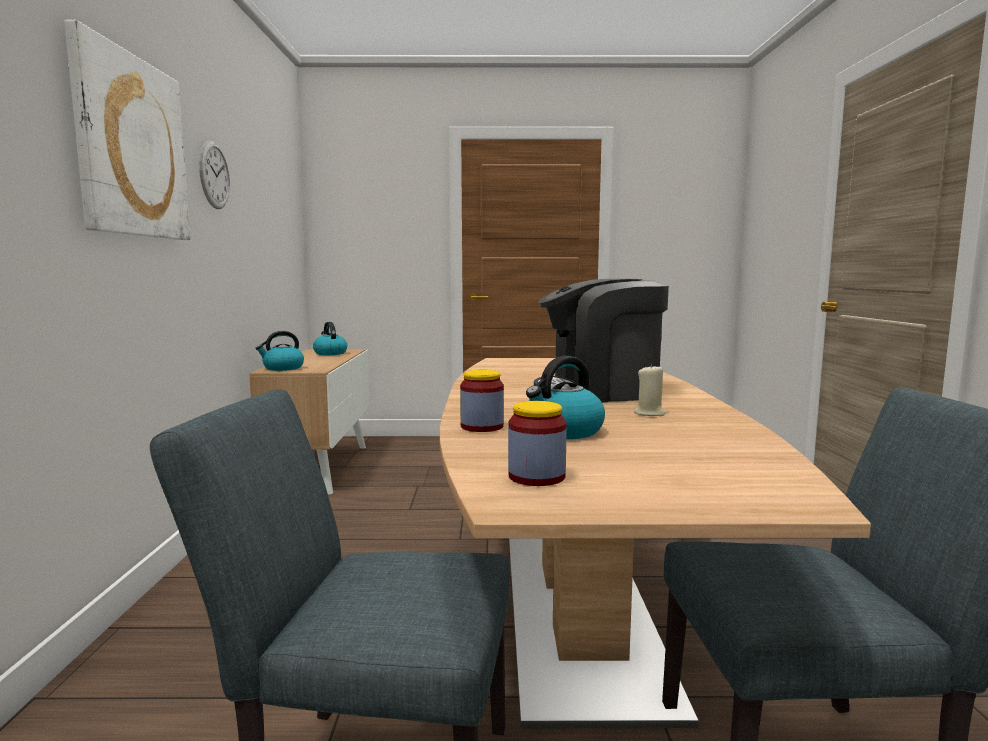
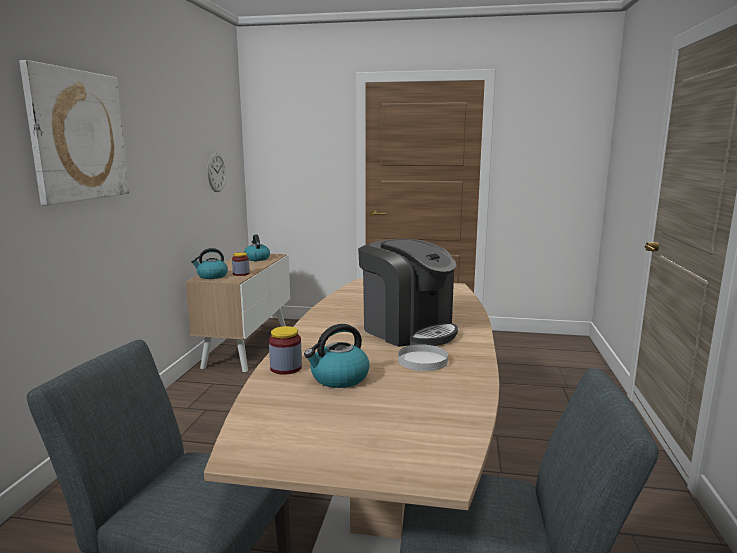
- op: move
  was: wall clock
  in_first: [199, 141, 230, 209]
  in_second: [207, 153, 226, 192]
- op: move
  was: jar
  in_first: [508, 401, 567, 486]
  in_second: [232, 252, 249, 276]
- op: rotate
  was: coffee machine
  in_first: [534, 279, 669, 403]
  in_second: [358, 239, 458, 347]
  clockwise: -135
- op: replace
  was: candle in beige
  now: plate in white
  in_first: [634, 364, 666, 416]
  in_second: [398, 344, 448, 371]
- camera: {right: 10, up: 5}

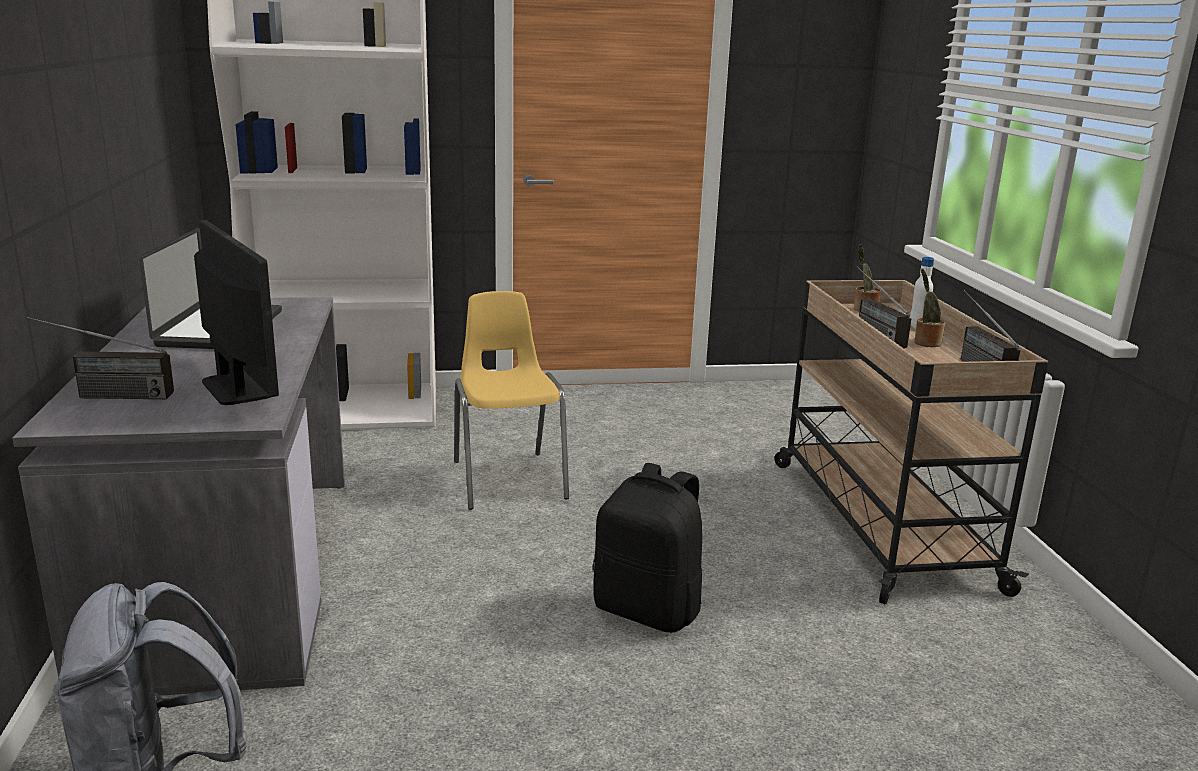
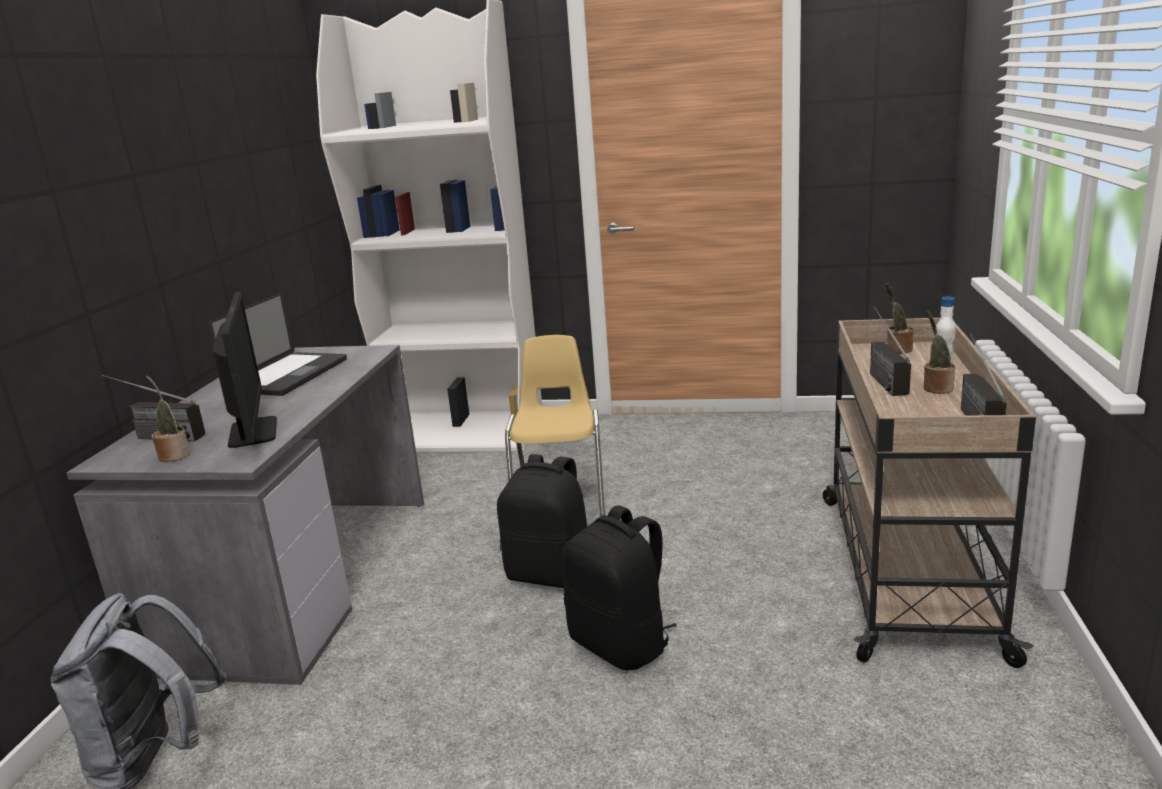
- op: insert
  now: potted plant
  in_second: [146, 375, 190, 462]
- op: insert
  now: backpack in black
  in_second: [497, 454, 587, 588]
- camera: {right: 20, up: 0}

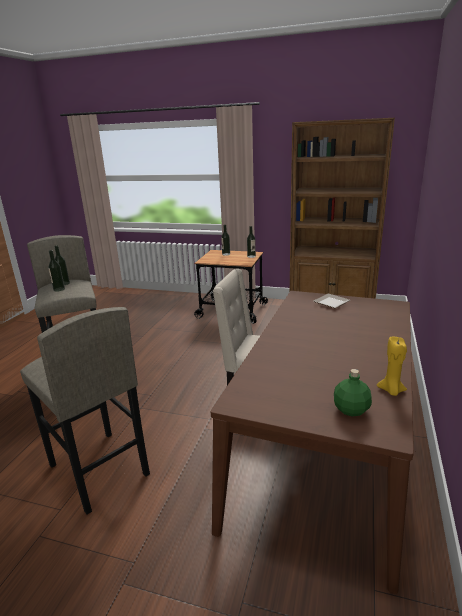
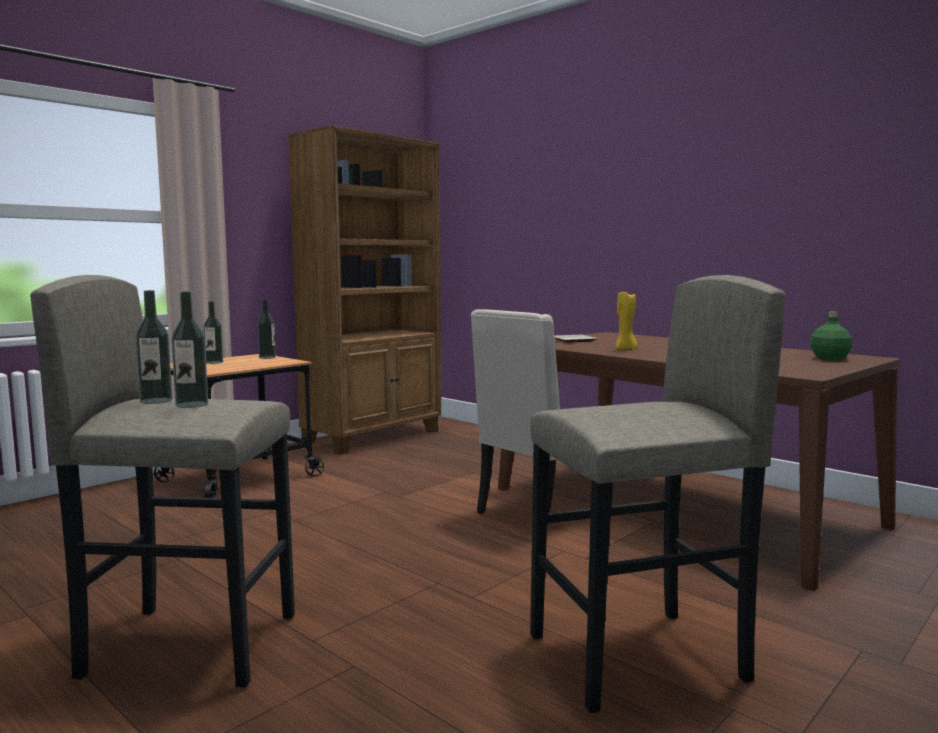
- op: move
  was: candle in yellow
  in_first: [377, 337, 407, 396]
  in_second: [616, 292, 638, 349]
- camera: {right: -65, up: -15}

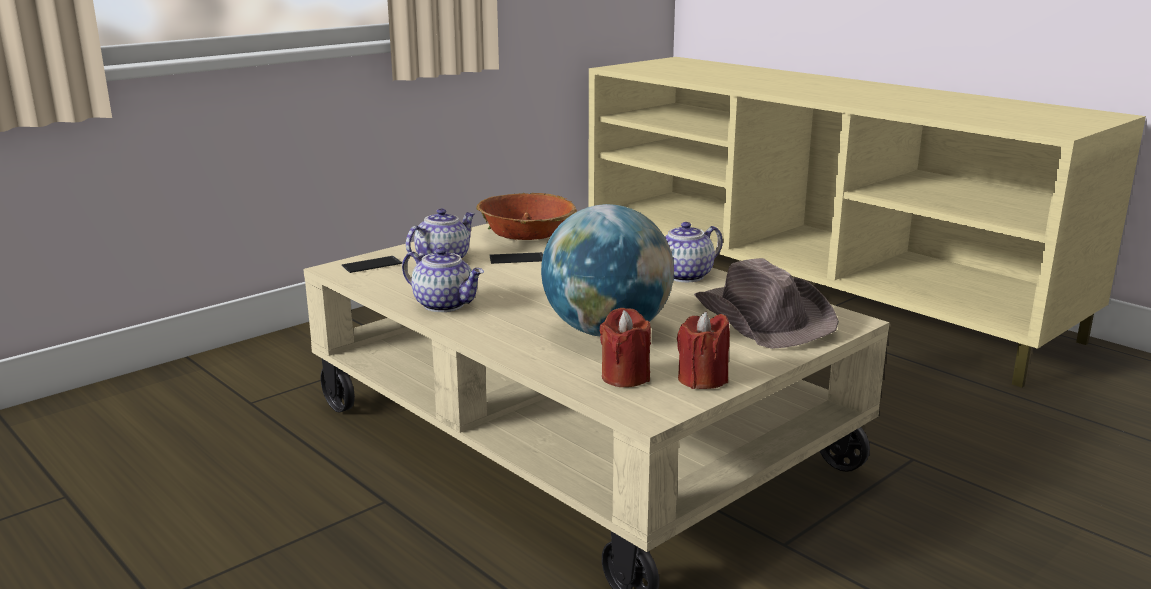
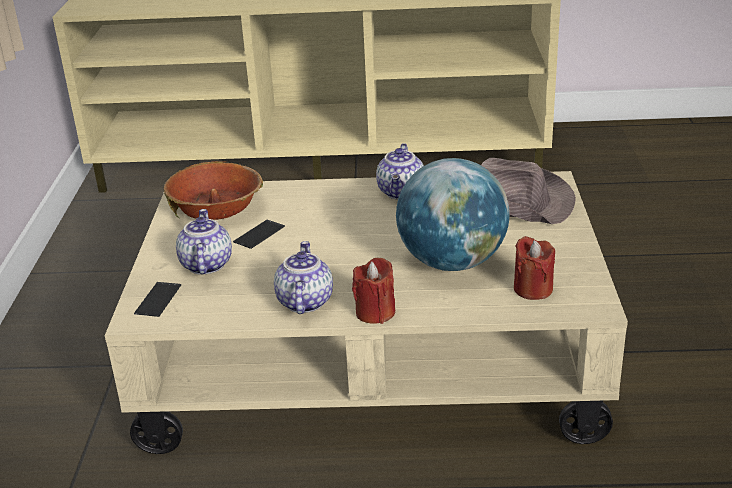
- op: rotate
  was: teapot
  in_first: [402, 247, 484, 312]
  in_second: [274, 241, 333, 314]
  clockwise: -75
- op: move
  was: candle in red
  in_first: [677, 311, 730, 389]
  in_second: [352, 258, 395, 324]
- camera: {right: -45, up: 10}

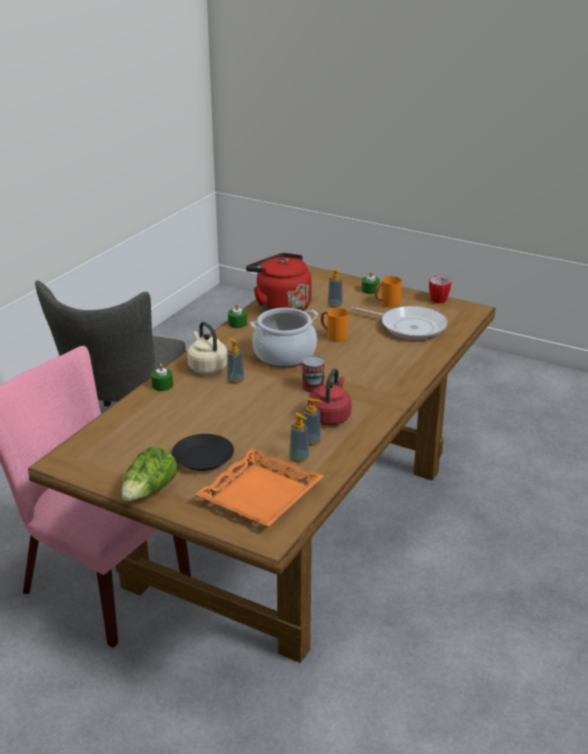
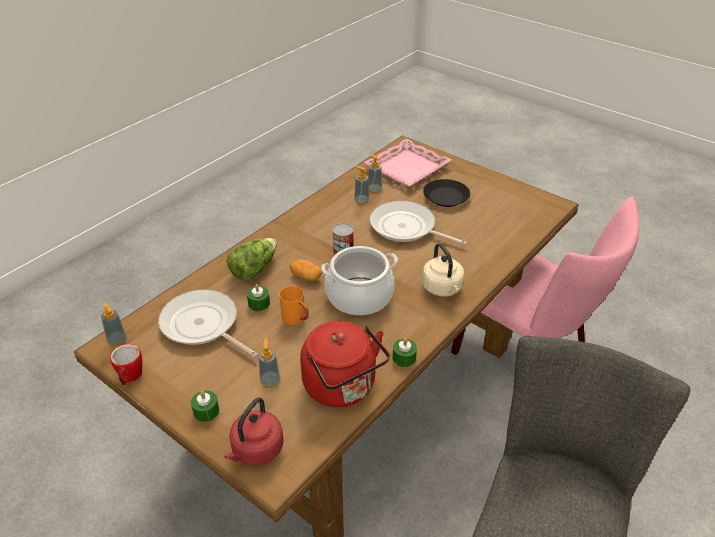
- op: move
  was: lettuce
  in_first: [122, 447, 177, 501]
  in_second: [227, 238, 277, 280]
- op: move
  was: candle in green
  in_first: [151, 363, 173, 391]
  in_second: [247, 284, 270, 311]
- op: recolor
  was: tray in orange
  now: tray in pink
  in_first: [195, 448, 324, 527]
  in_second: [363, 139, 452, 187]
- op: move
  was: soap dispenser
  in_first: [227, 338, 244, 384]
  in_second: [101, 302, 127, 347]
- op: move
  was: kettle in red
  in_first: [308, 368, 352, 425]
  in_second: [224, 397, 284, 465]
- op: delete
  was: mug in orange
  in_first: [375, 276, 402, 308]
- op: insert
  now: potato
  in_second: [290, 259, 322, 281]
- op: insert
  now: frying pan
  in_second: [370, 201, 467, 245]
- camera: {right: -170, up: 10}

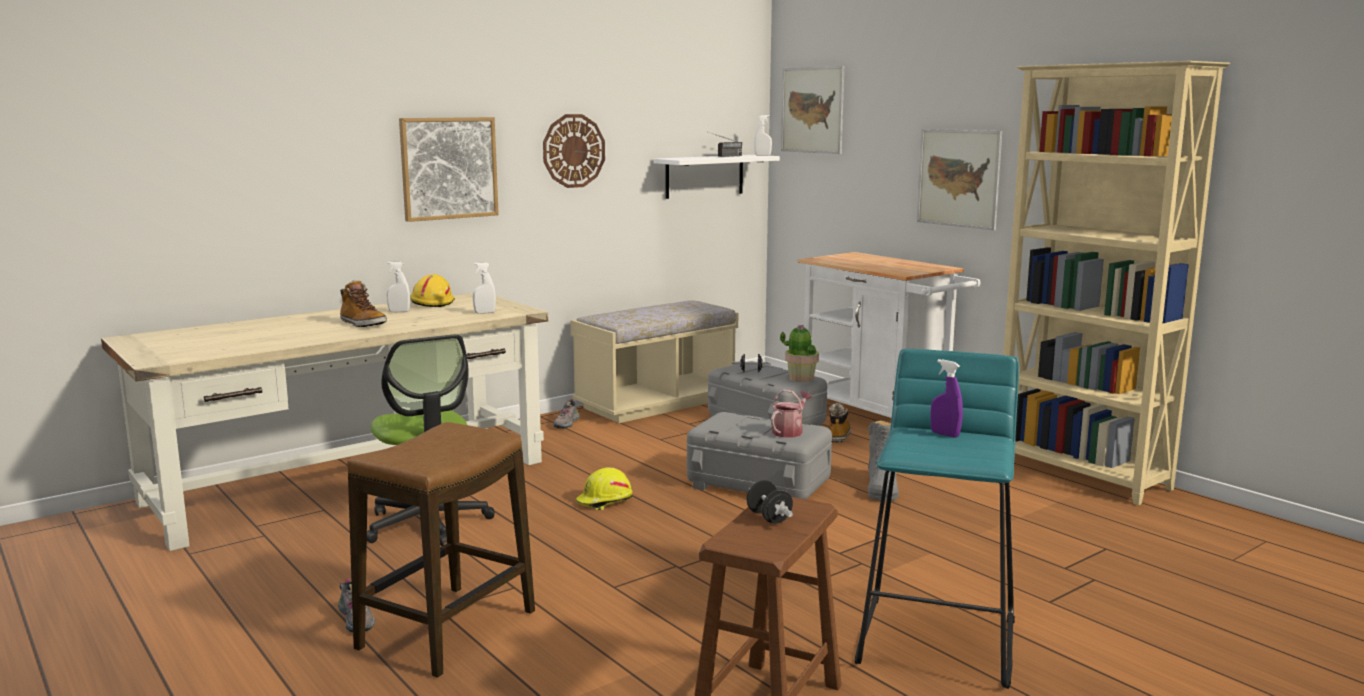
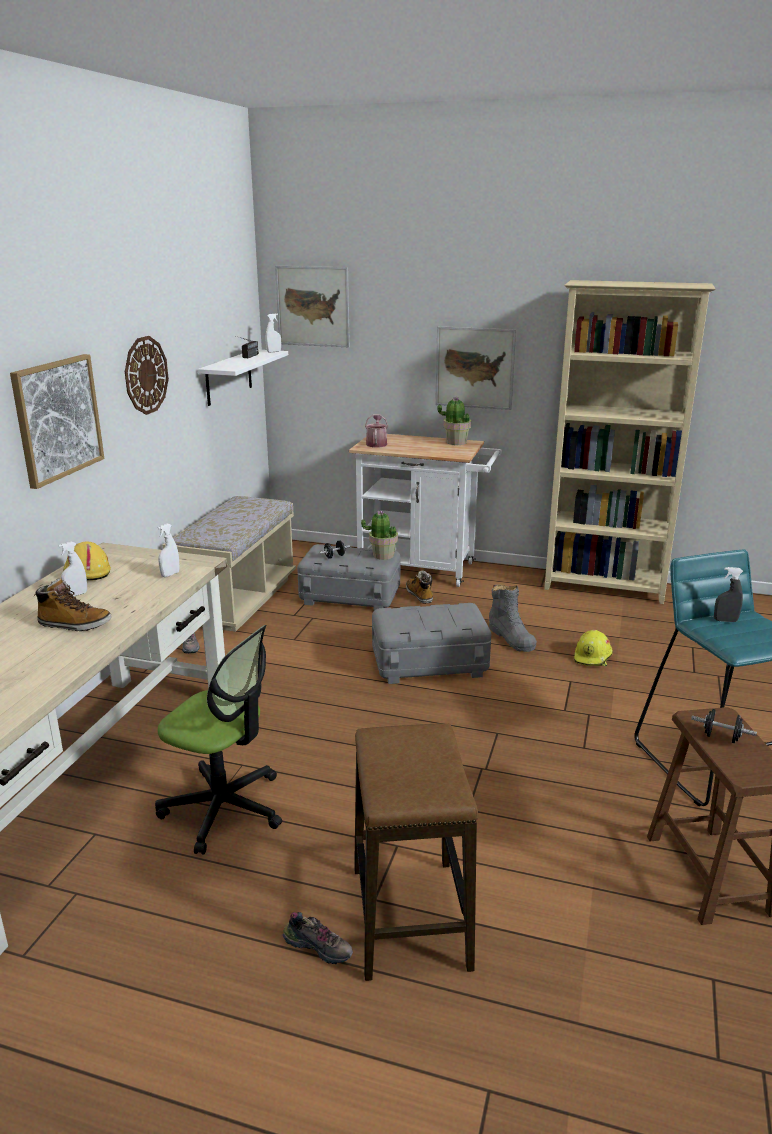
- op: move
  was: hard hat in yellow
  in_first: [576, 467, 633, 511]
  in_second: [574, 629, 613, 666]
- op: move
  was: watering can
  in_first: [771, 390, 812, 438]
  in_second: [365, 414, 388, 447]
- op: recolor
  was: spray bottle in purple
  now: spray bottle in grey
  in_first: [931, 359, 963, 437]
  in_second: [714, 567, 743, 622]
- op: insert
  now: potted plant
  in_second: [437, 397, 471, 445]
- camera: {right: -35, up: 10}

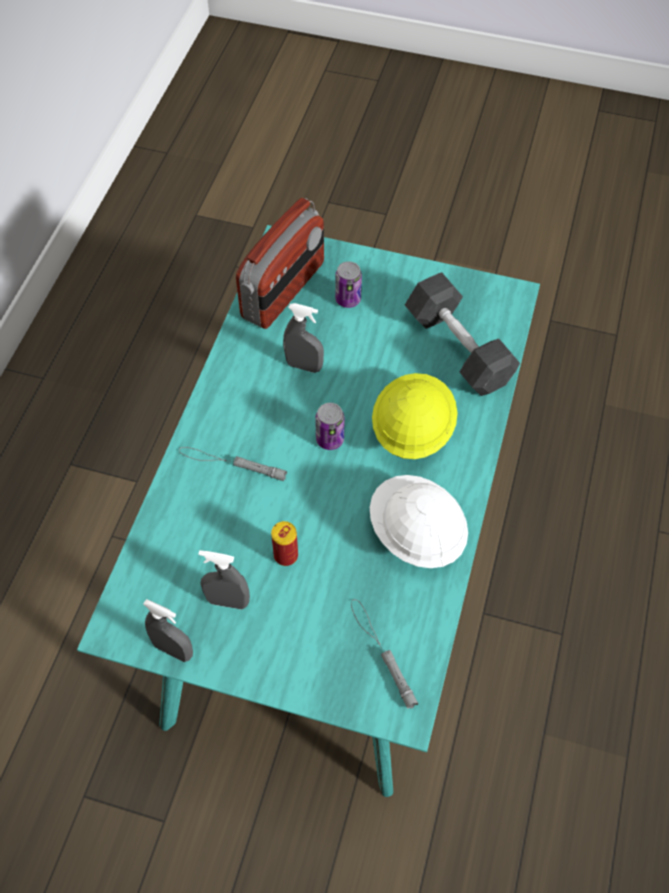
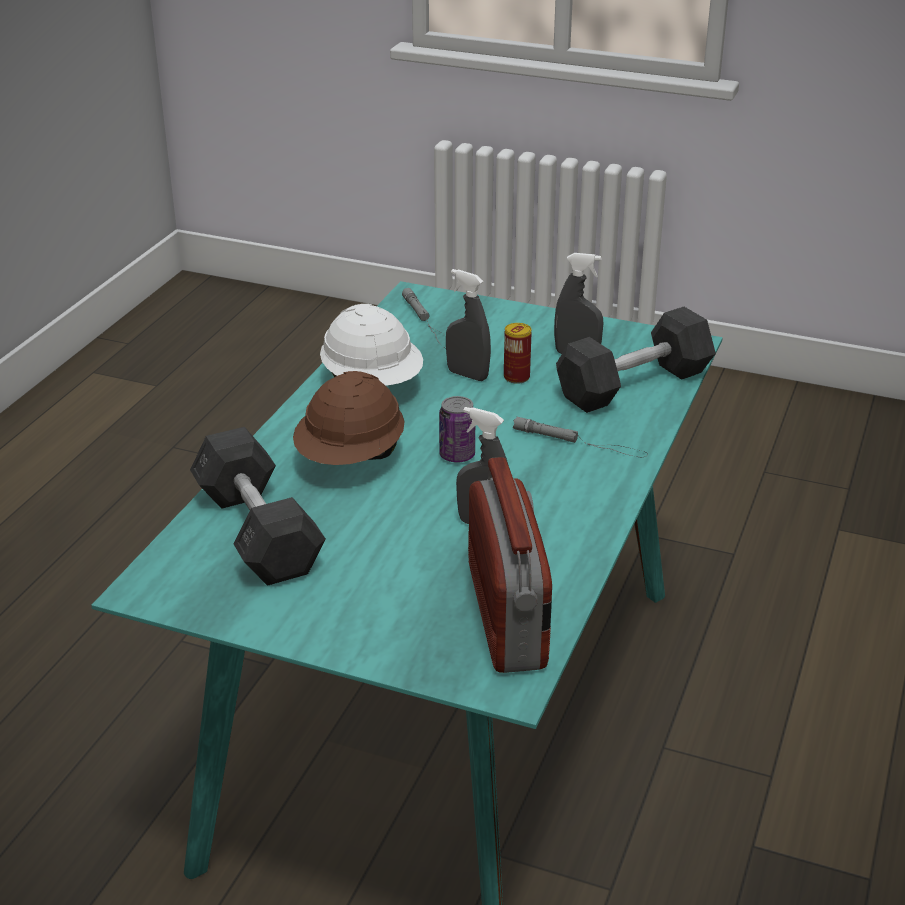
- op: move
  was: spray bottle in grey
  in_first: [143, 599, 193, 662]
  in_second: [446, 269, 491, 381]
- op: rotate
  was: radio
  in_first: [236, 198, 324, 329]
  in_second: [468, 457, 552, 673]
  clockwise: 135
- op: delete
  was: can
  in_first: [335, 261, 362, 308]
- op: recolor
  was: hard hat in yellow
  now: hard hat in brown
  in_first: [372, 373, 458, 459]
  in_second: [293, 371, 405, 465]
- op: insert
  now: dumbbell in grey
  in_second: [556, 307, 716, 413]
- camera: {right: -175, up: -25}

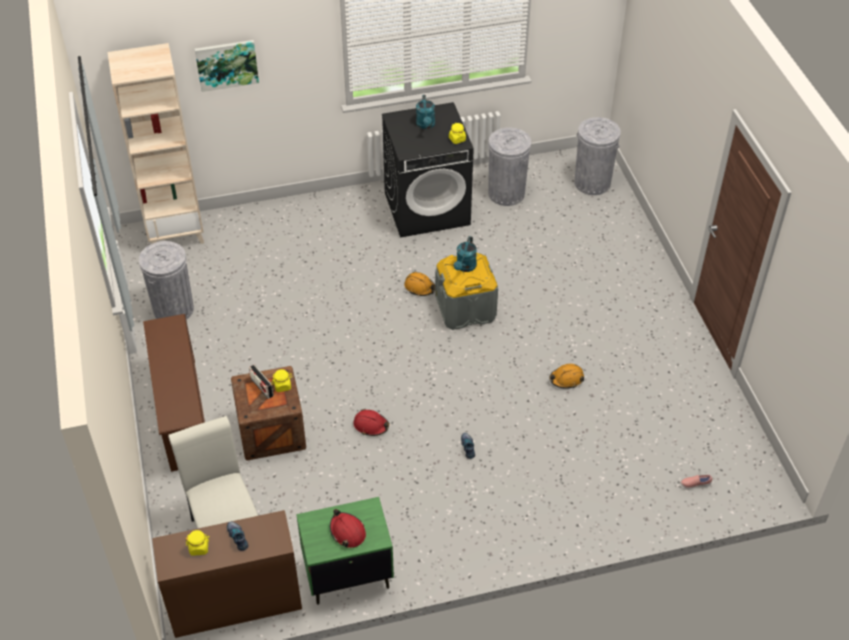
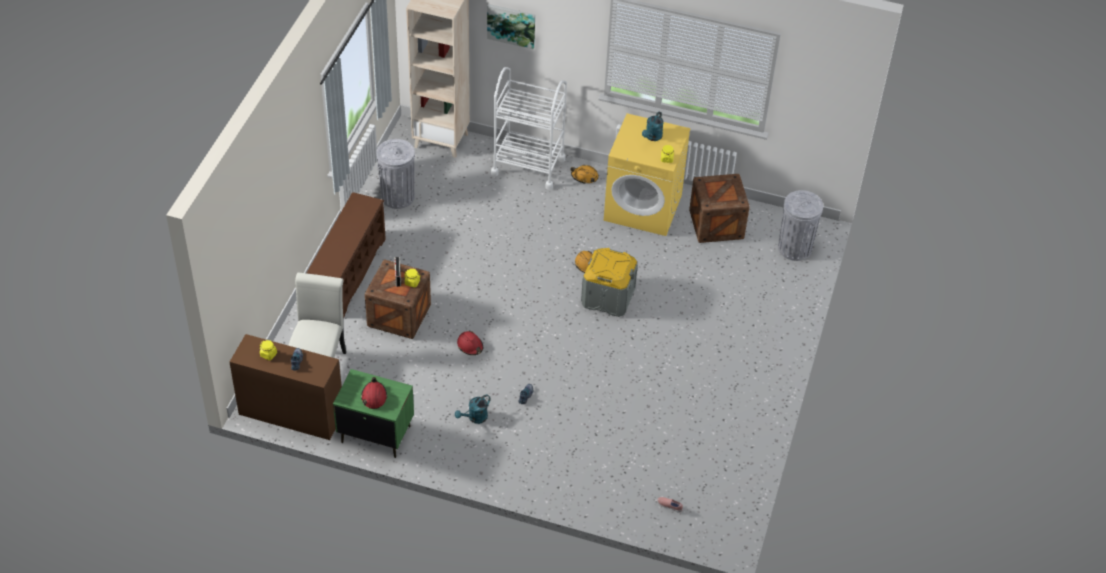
- op: recolor
  was: washing machine in black
  now: washing machine in yellow
  in_first: [382, 102, 474, 238]
  in_second: [604, 113, 690, 236]
- op: move
  was: watering can in turquoise
  in_first: [454, 236, 477, 272]
  in_second: [455, 394, 491, 424]
- op: replace
  was: trash can in grey
  now: crate
  in_first: [488, 127, 531, 206]
  in_second: [689, 174, 750, 243]
- op: move
  was: hard hat in orange
  in_first: [549, 364, 584, 389]
  in_second: [571, 165, 599, 183]
- op: insert
  now: cart in white
  in_second: [491, 67, 567, 190]
- camera: {right: 30, up: 0}

